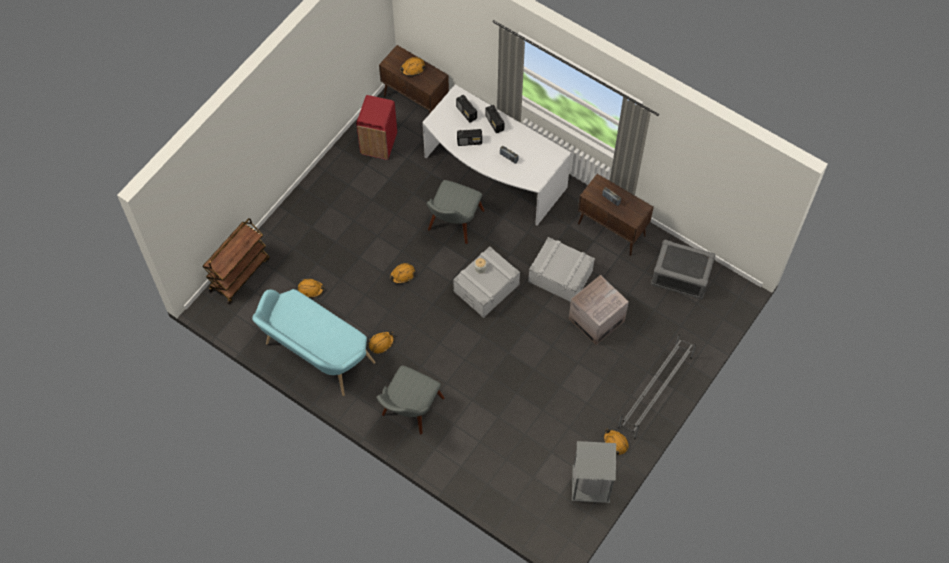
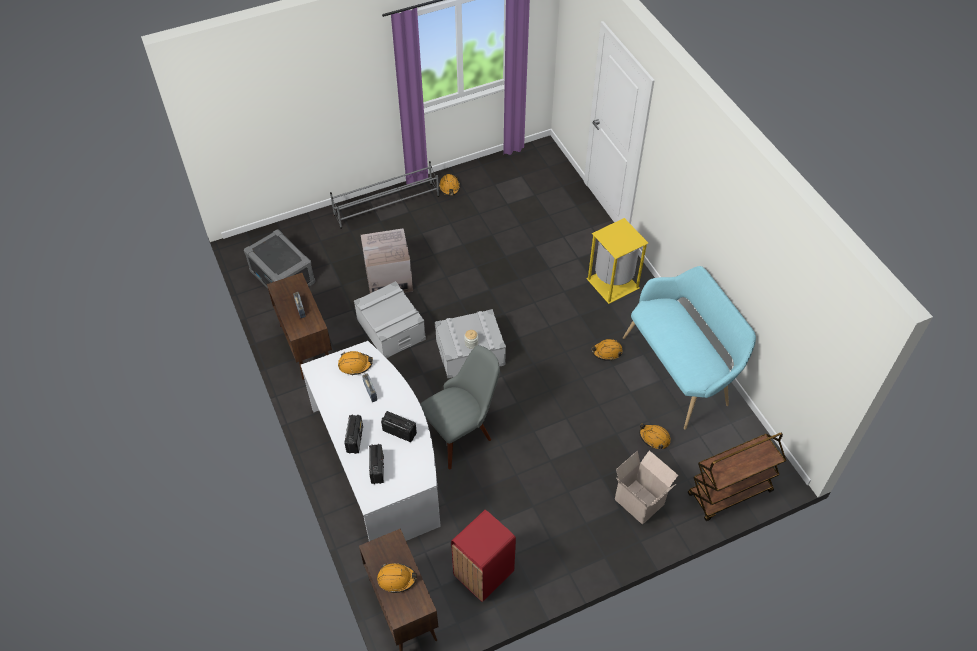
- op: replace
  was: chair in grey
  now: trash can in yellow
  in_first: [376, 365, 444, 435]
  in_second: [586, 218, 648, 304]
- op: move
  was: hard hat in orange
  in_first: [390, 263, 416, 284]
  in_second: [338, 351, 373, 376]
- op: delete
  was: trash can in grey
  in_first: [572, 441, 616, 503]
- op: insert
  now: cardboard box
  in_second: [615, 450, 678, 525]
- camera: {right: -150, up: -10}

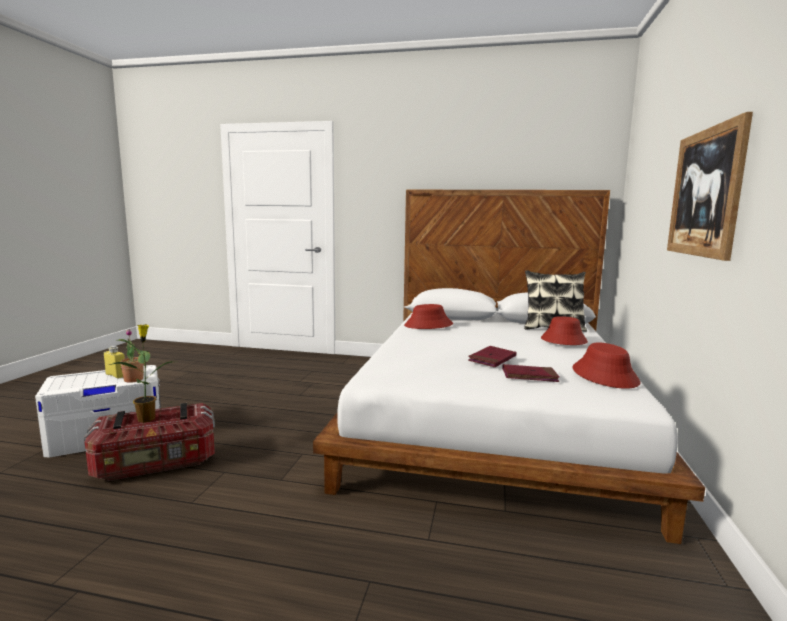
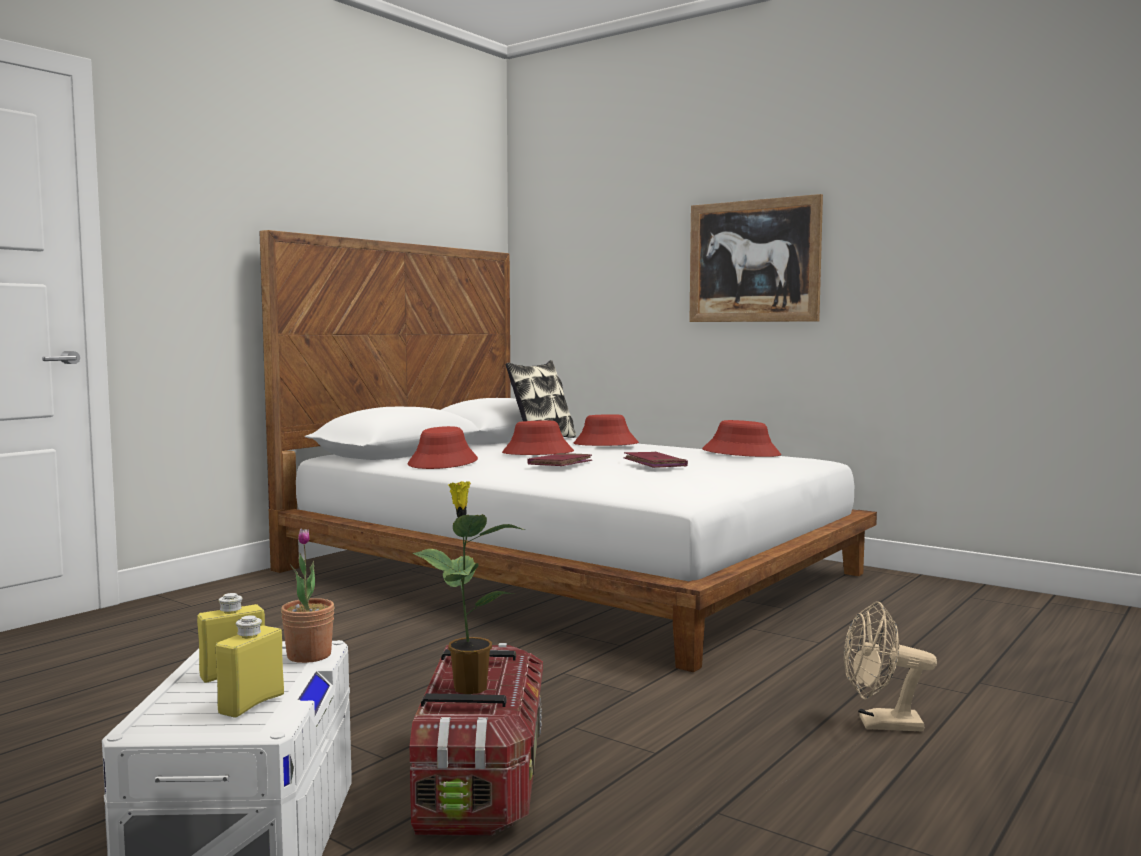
- op: move
  was: book in red
  in_first: [502, 364, 560, 382]
  in_second: [527, 453, 592, 466]
- op: insert
  now: bottle in yellow
  in_second: [216, 615, 284, 717]
- op: insert
  now: hat in red
  in_second: [502, 421, 574, 455]
- op: insert
  now: fan in beige
  in_second: [844, 601, 937, 732]
- camera: {right: -65, up: -5}

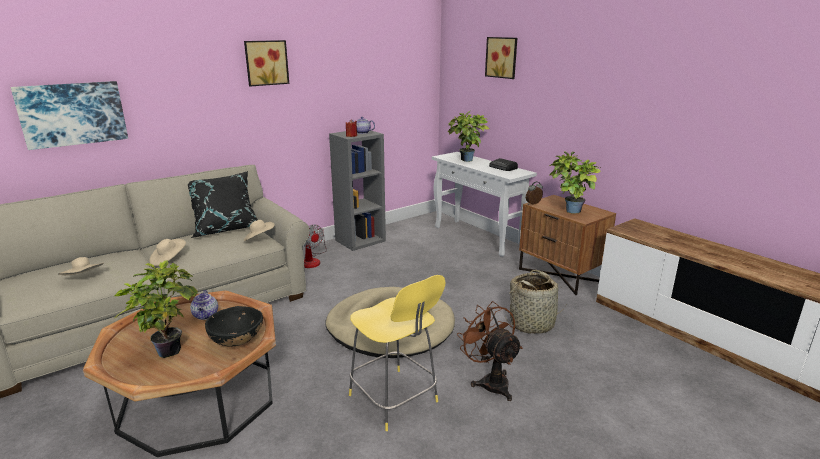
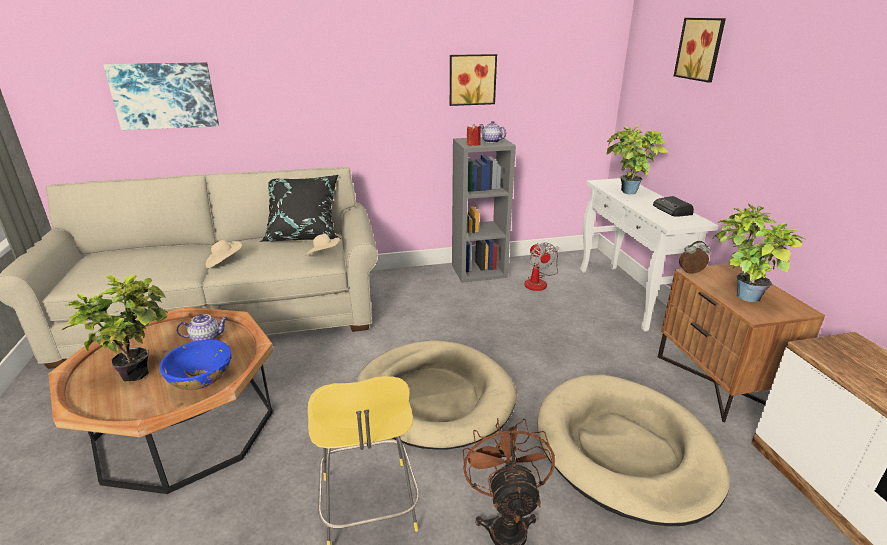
- op: delete
  was: hat in beige
  in_first: [58, 257, 104, 275]
- op: rotate
  was: teapot
  in_first: [190, 290, 218, 320]
  in_second: [176, 314, 228, 341]
  clockwise: -120
- op: recolor
  was: bowl in black
  now: bowl in blue
  in_first: [205, 306, 263, 347]
  in_second: [160, 340, 232, 390]
- op: move
  was: picture
  in_first: [244, 40, 289, 87]
  in_second: [450, 54, 497, 106]
- op: move
  was: fan
  in_first: [304, 225, 327, 268]
  in_second: [524, 243, 559, 291]
- op: replace
  was: basket
  now: dog bed in beige
  in_first: [505, 270, 566, 334]
  in_second: [537, 374, 730, 526]
- camera: {right: 25, up: 5}

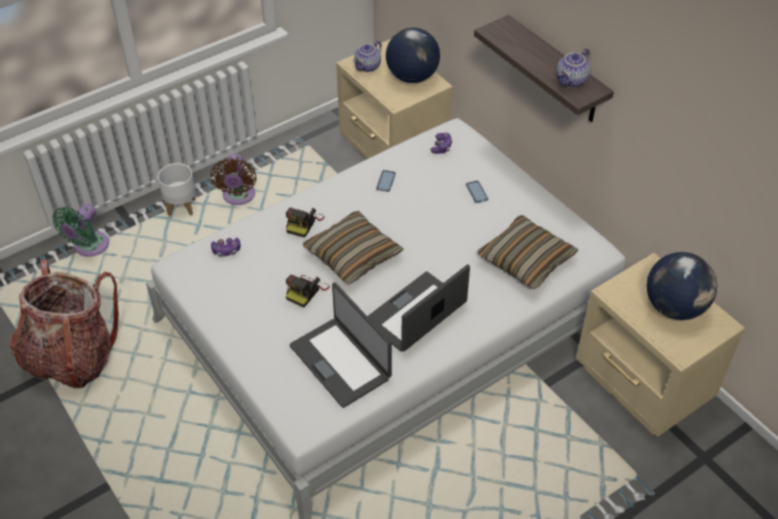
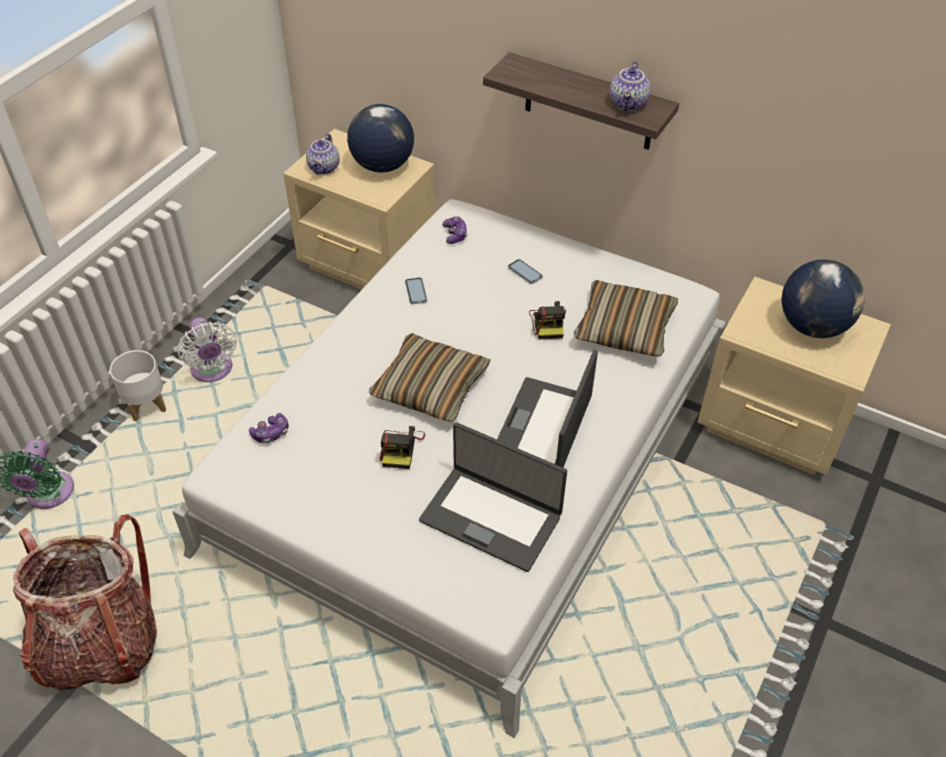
- op: recolor
  was: fan in brown
  now: fan in white
  in_first: [210, 154, 257, 205]
  in_second: [177, 317, 237, 382]
- op: move
  was: photo camera
  in_first: [286, 208, 324, 238]
  in_second: [529, 301, 566, 340]
- camera: {right: -25, up: 0}

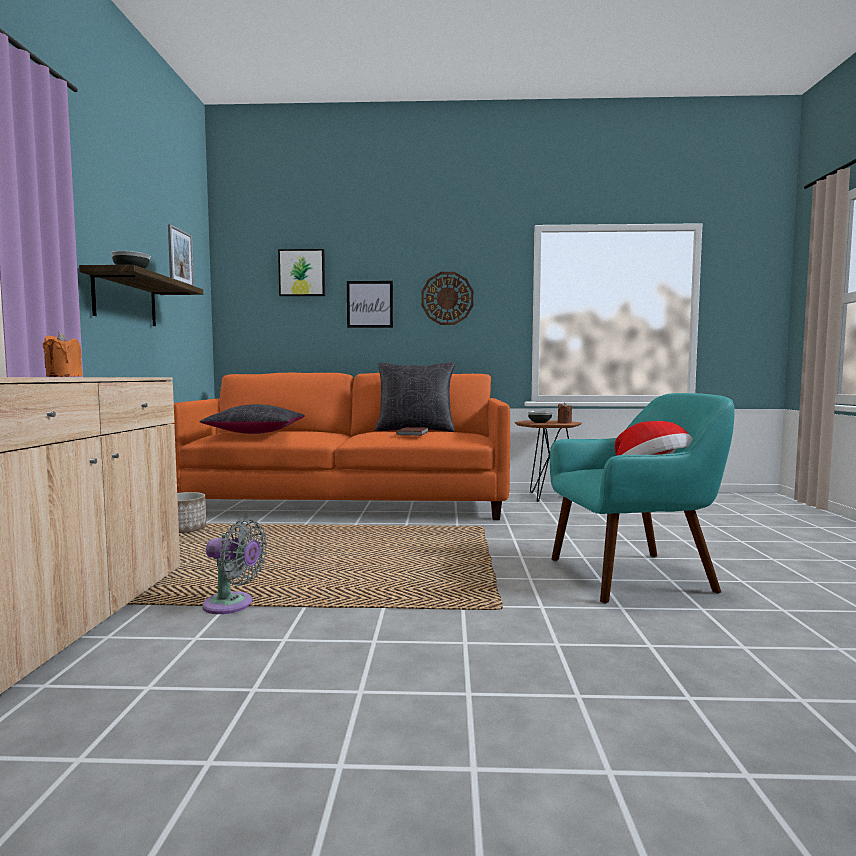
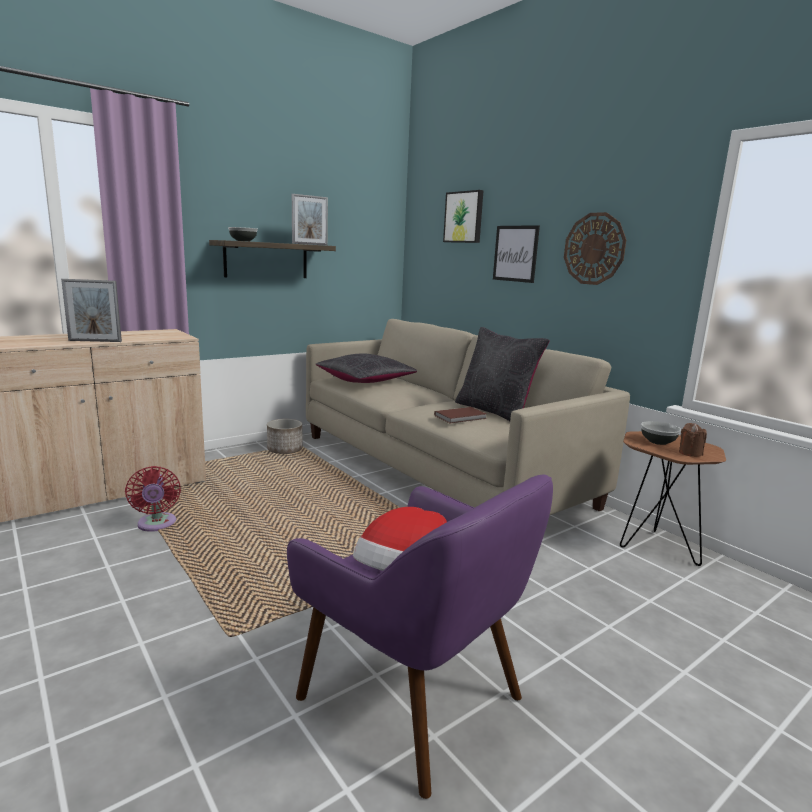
- op: delete
  was: candle in orange
  in_first: [43, 332, 83, 377]
- op: recolor
  was: sofa in orange
  now: sofa in beige
  in_first: [171, 373, 510, 520]
  in_second: [306, 319, 630, 515]
- op: recolor
  was: fan in grey
  now: fan in red
  in_first: [202, 519, 267, 614]
  in_second: [125, 466, 181, 532]
- op: recolor
  was: armchair in turquoise
  now: armchair in purple
  in_first: [549, 393, 735, 604]
  in_second: [287, 475, 553, 799]
- op: insert
  now: picture frame
  in_second: [61, 279, 122, 342]
- camera: {right: 50, up: 10}

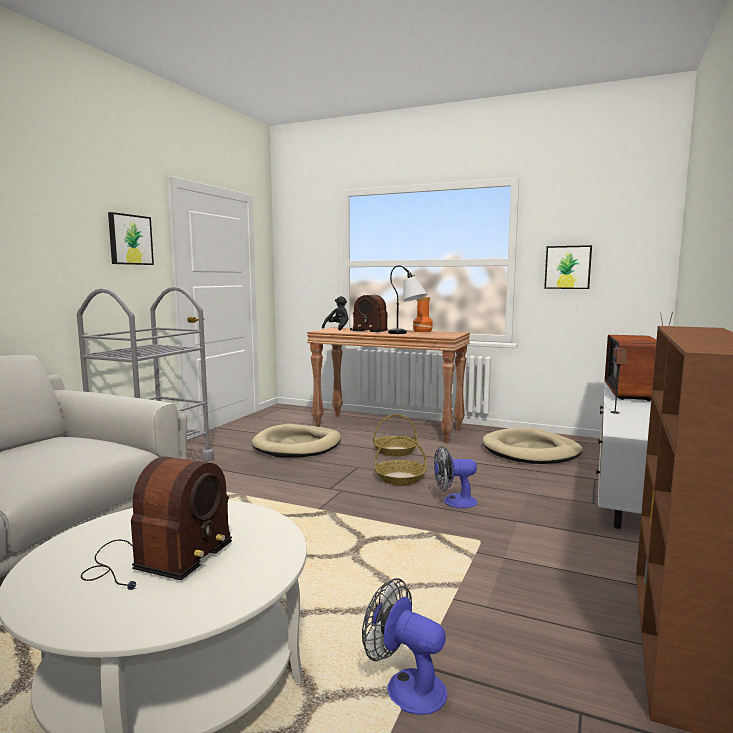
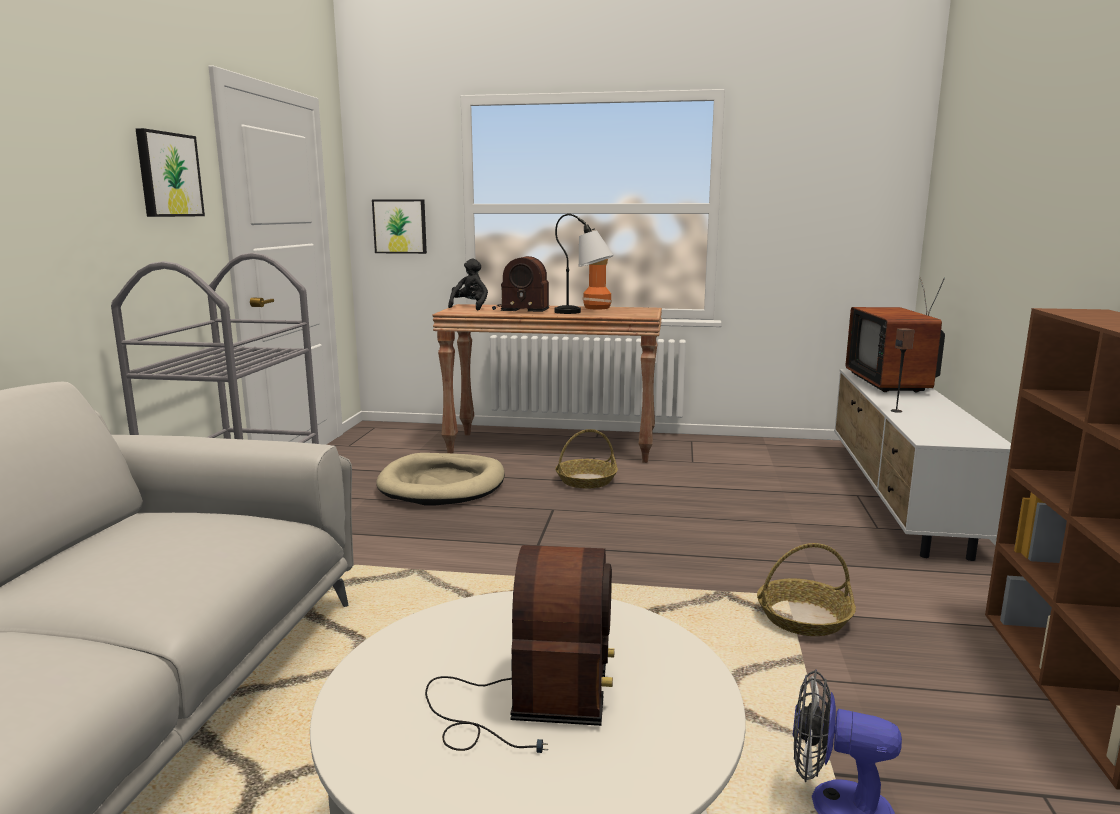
- op: move
  was: basket
  in_first: [375, 436, 426, 486]
  in_second: [757, 543, 856, 636]
- op: delete
  was: fan
  in_first: [434, 446, 477, 508]
- op: delete
  was: dog bed in beige
  in_first: [483, 427, 583, 464]
- op: move
  was: picture
  in_first: [544, 245, 592, 289]
  in_second: [372, 199, 427, 254]
- camera: {right: -15, up: 5}

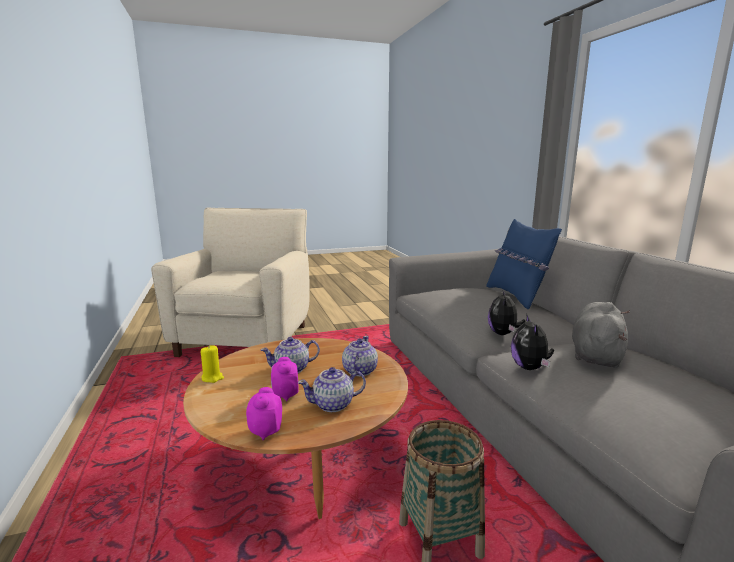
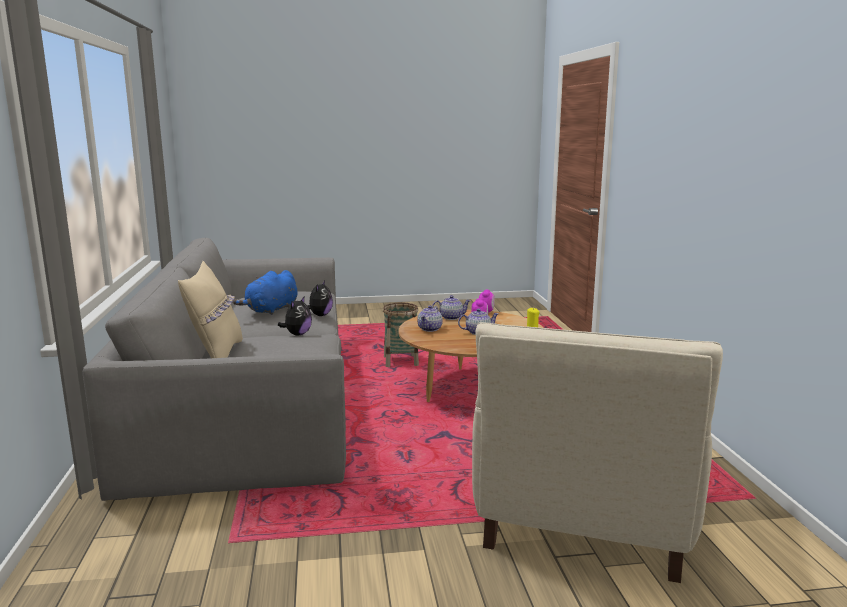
- op: recolor
  was: pillow in blue
  now: pillow in beige
  in_first: [486, 219, 562, 310]
  in_second: [178, 261, 243, 358]
- op: recolor
  was: plush toy in grey
  now: plush toy in blue
  in_first: [572, 302, 630, 368]
  in_second: [233, 270, 297, 315]
- camera: {right: -170, up: 0}

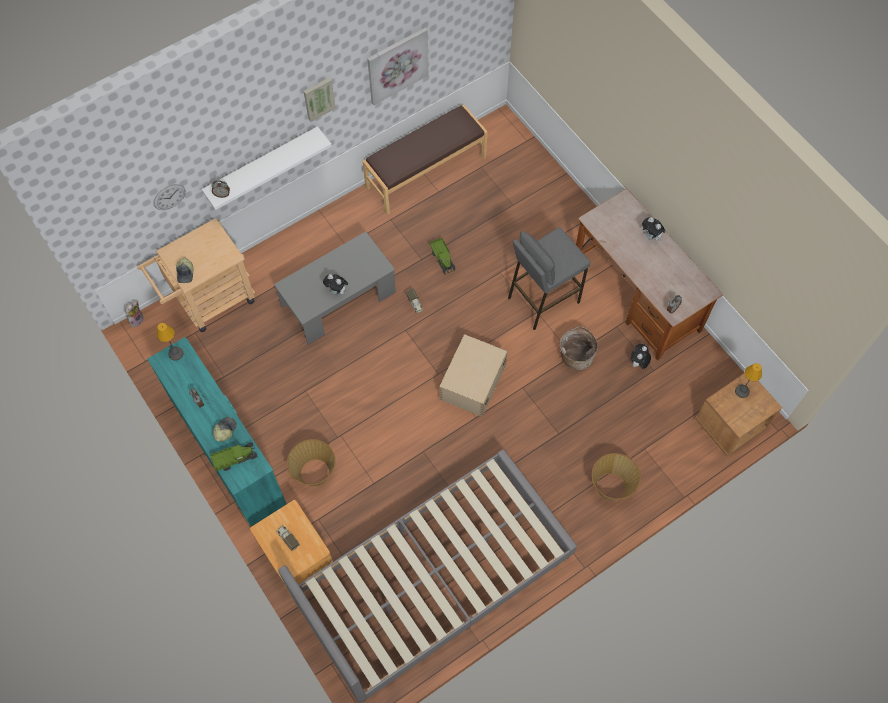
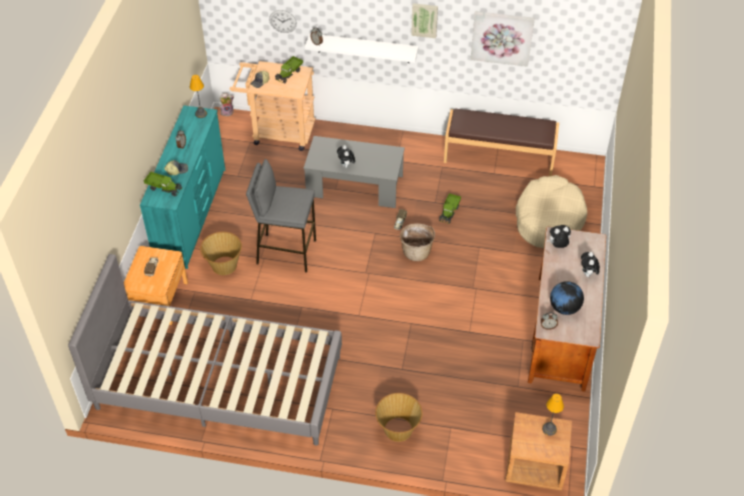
- op: delete
  was: storage box in beige
  in_first: [439, 334, 508, 417]
- op: move
  was: stool in grey
  in_first: [508, 227, 590, 330]
  in_second: [246, 159, 316, 272]
- op: move
  was: basket
  in_first: [560, 326, 598, 370]
  in_second: [400, 223, 435, 261]
- op: move
  was: plush toy
  in_first: [631, 344, 651, 369]
  in_second: [547, 225, 571, 248]
- op: insert
  now: toy truck
  in_second: [275, 56, 303, 84]
- op: insert
  now: dog bed in beige
  in_second: [516, 175, 587, 248]
- op: insert
  now: globe
  in_second: [550, 281, 584, 315]
- camera: {right: 45, up: -15}

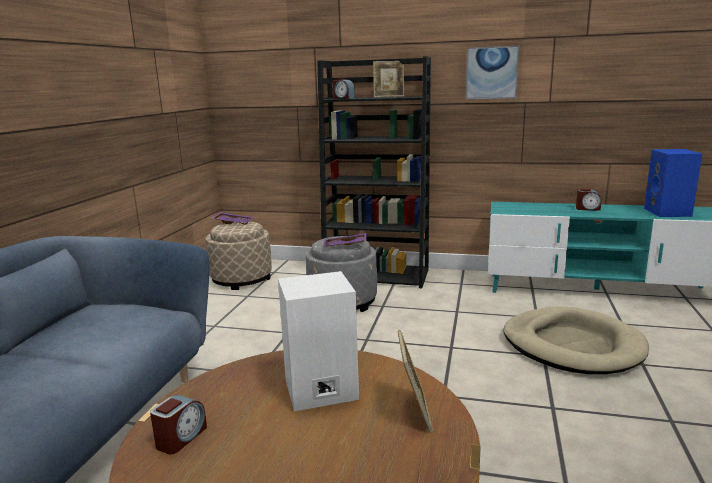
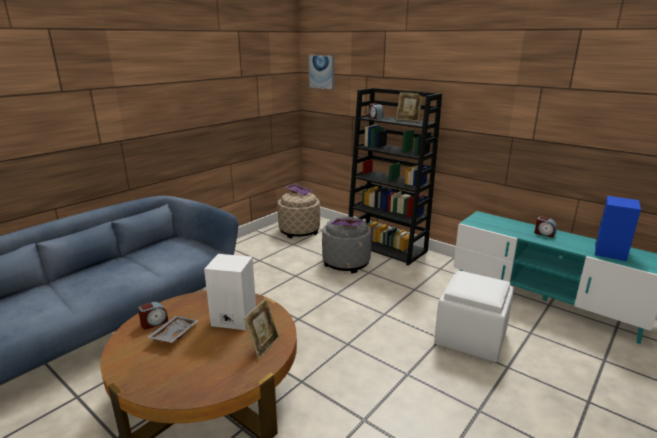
- op: move
  was: picture
  in_first: [465, 46, 519, 100]
  in_second: [308, 55, 335, 90]
- op: replace
  was: dog bed in beige
  now: ottoman in white
  in_first: [503, 306, 649, 374]
  in_second: [434, 270, 514, 362]
- op: insert
  now: tray in grey
  in_second: [147, 316, 199, 343]
- camera: {right: 25, up: 5}

